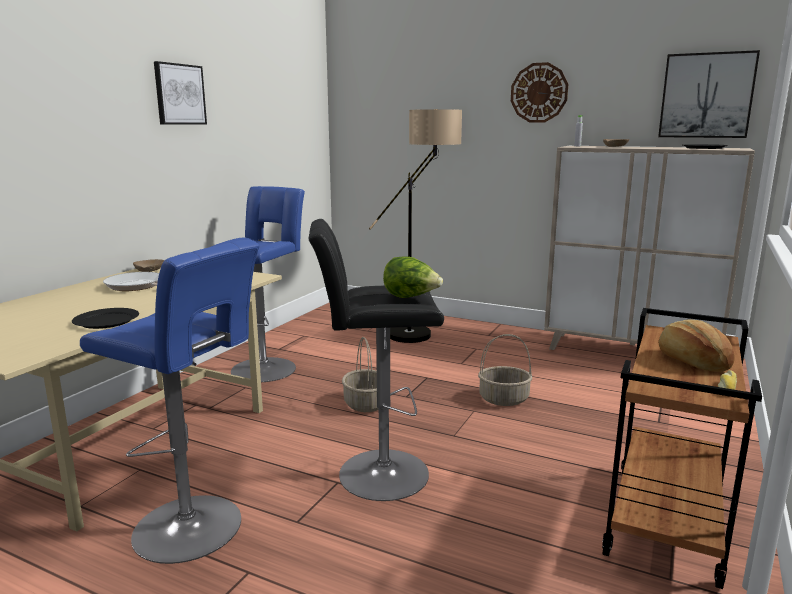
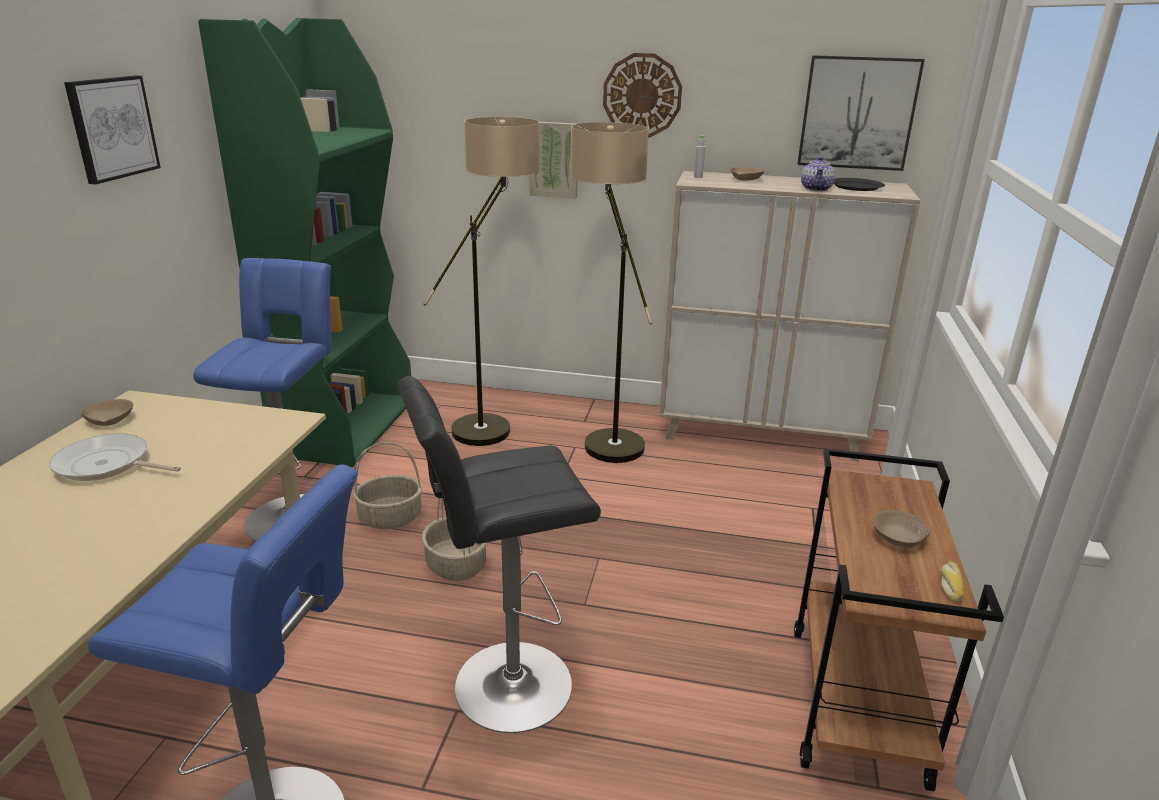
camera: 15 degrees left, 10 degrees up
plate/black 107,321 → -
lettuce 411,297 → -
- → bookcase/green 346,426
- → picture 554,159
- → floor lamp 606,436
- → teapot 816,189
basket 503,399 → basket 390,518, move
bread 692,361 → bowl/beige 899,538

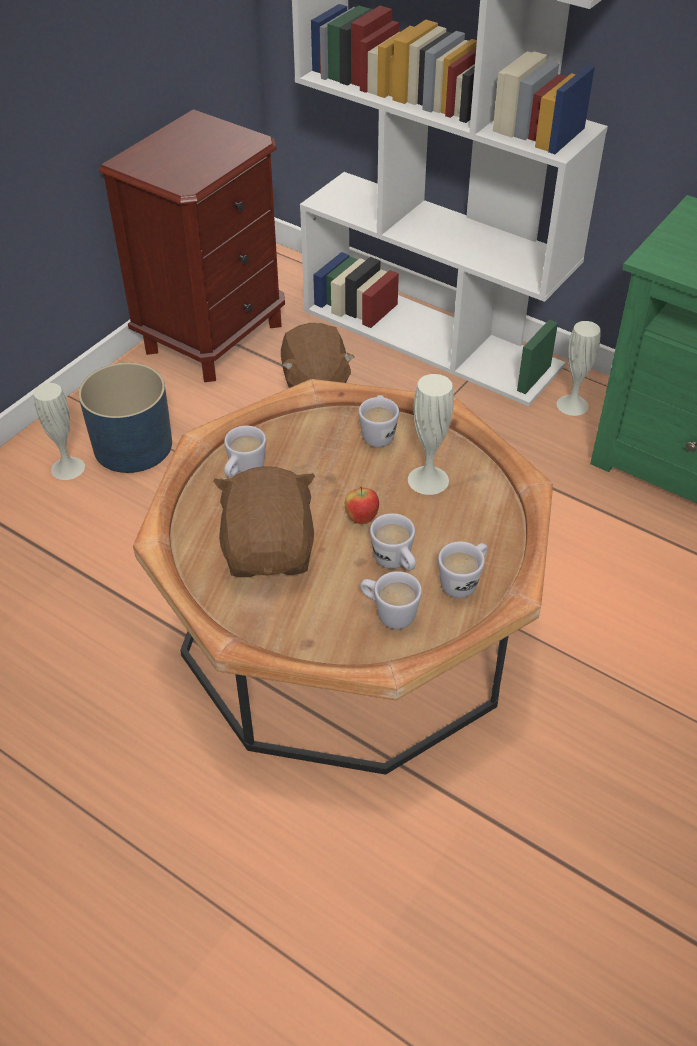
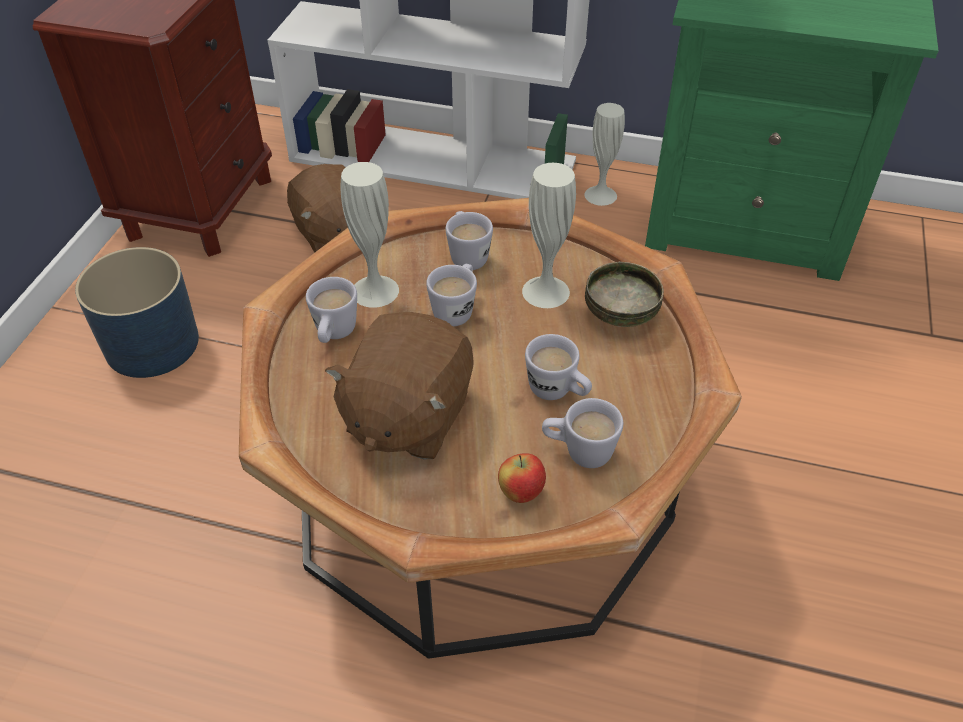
camera: 20 degrees left, 0 degrees up
- → bowl 619,314
vase/white 68,468 → vase/white 375,291, move
apple 361,518 → apple 521,493, move
mug/white 463,581 → mug/white 456,309, move
plush toy/brown 270,550 → plush toy/brown 407,416, 135 degrees counterclockwise

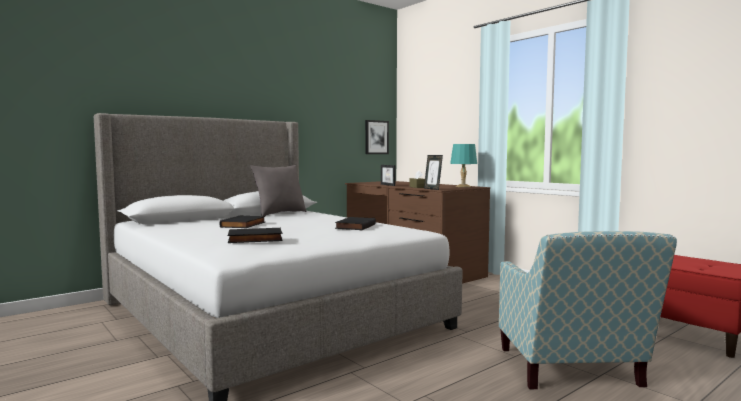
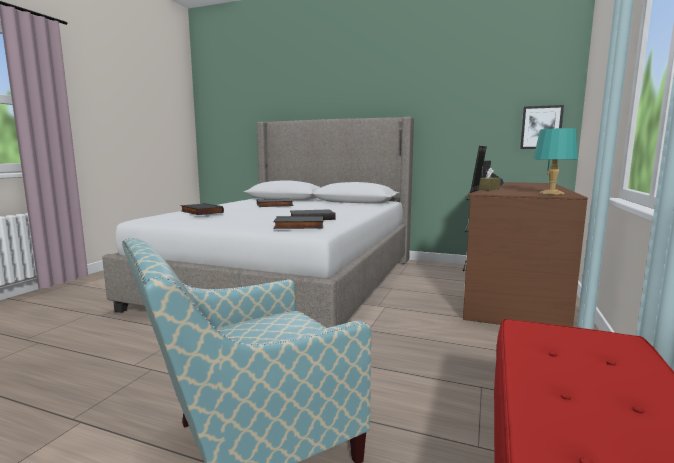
camera: 60 degrees right, 5 degrees up
pillow/grey 279,214 → -
- → book/black 298,226

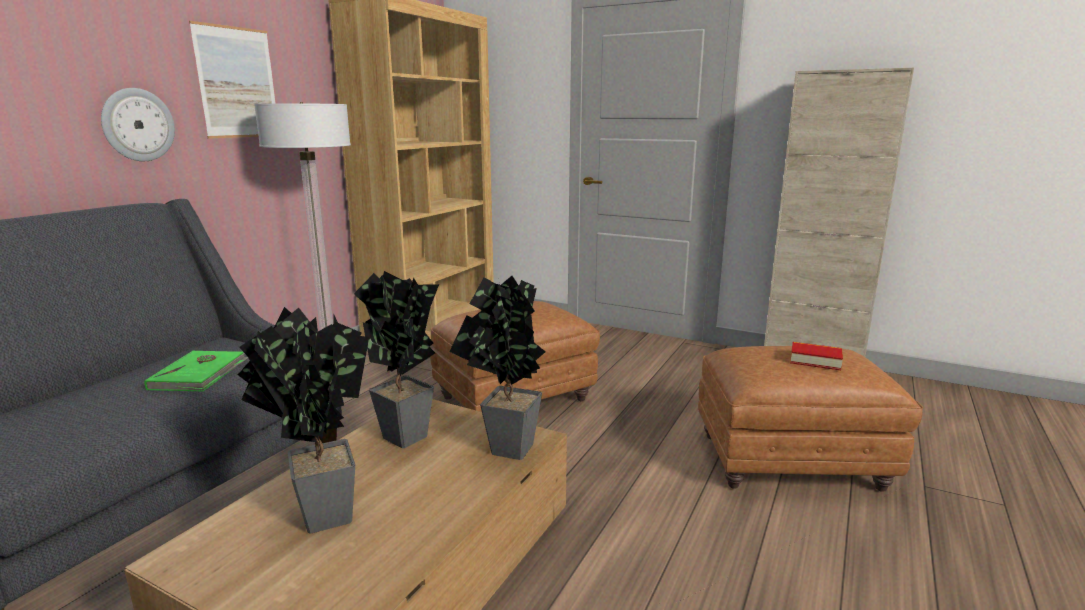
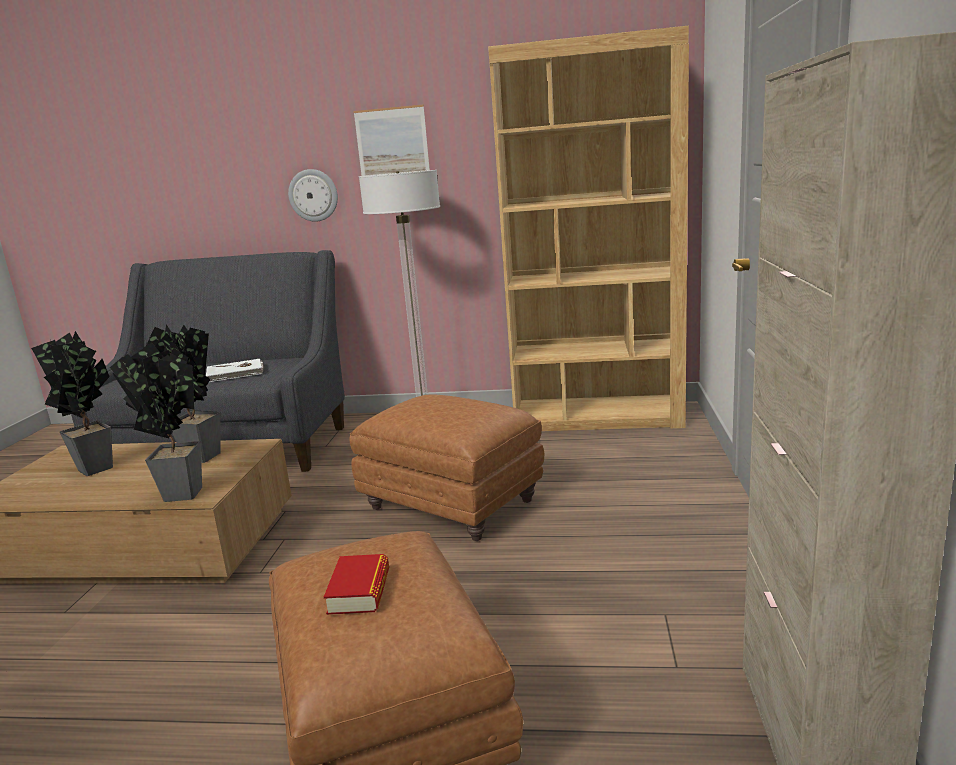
camera: 70 degrees right, 0 degrees up
book/green 200,374 → book/white 235,373

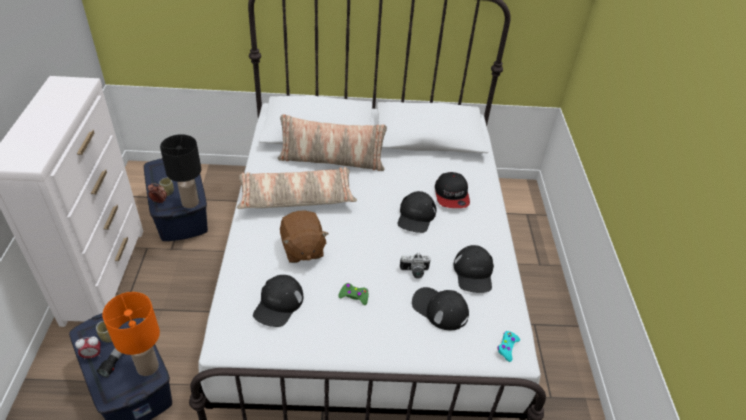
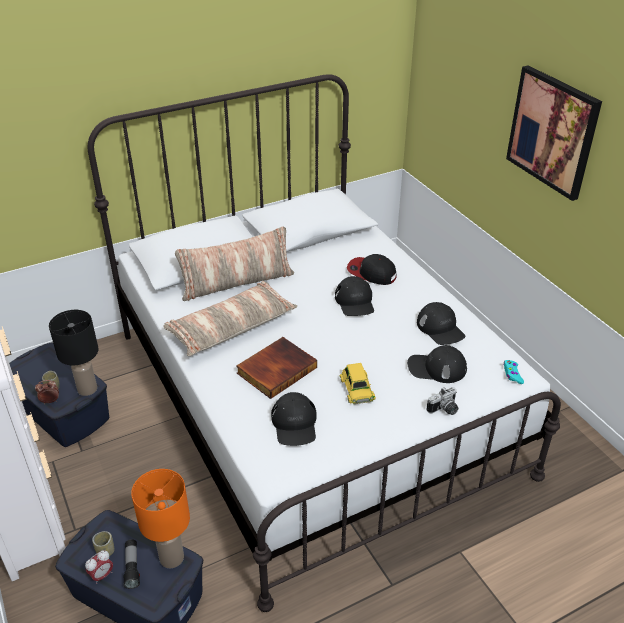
camera: 25 degrees left, 5 degrees down
- → picture 552,131
photo camera 414,272 → photo camera 444,410, move
plush toy/brown 302,249 → book 276,369
game controller/green 354,296 → toy car/yellow 356,388
cap 452,195 → cap 371,273, 150 degrees clockwise

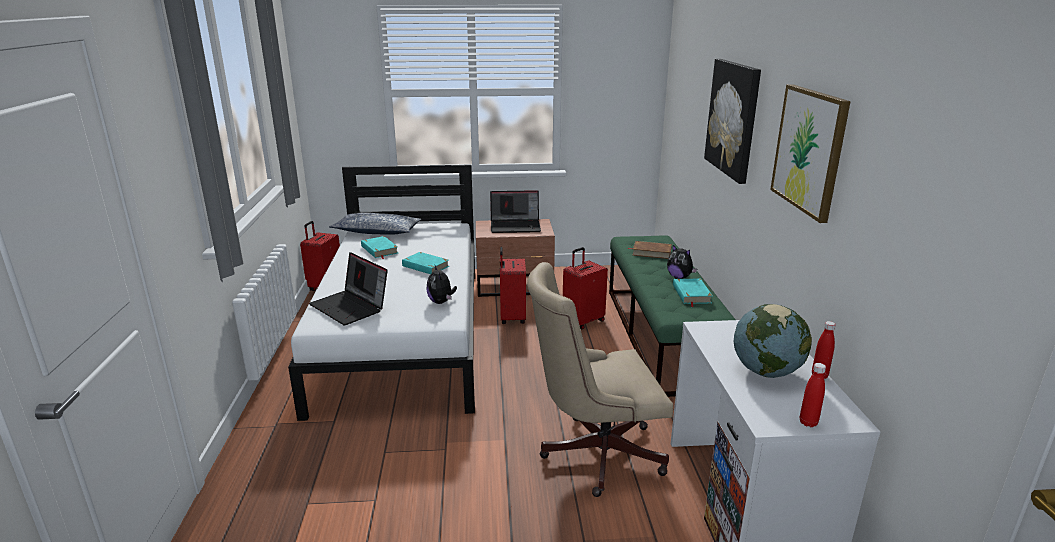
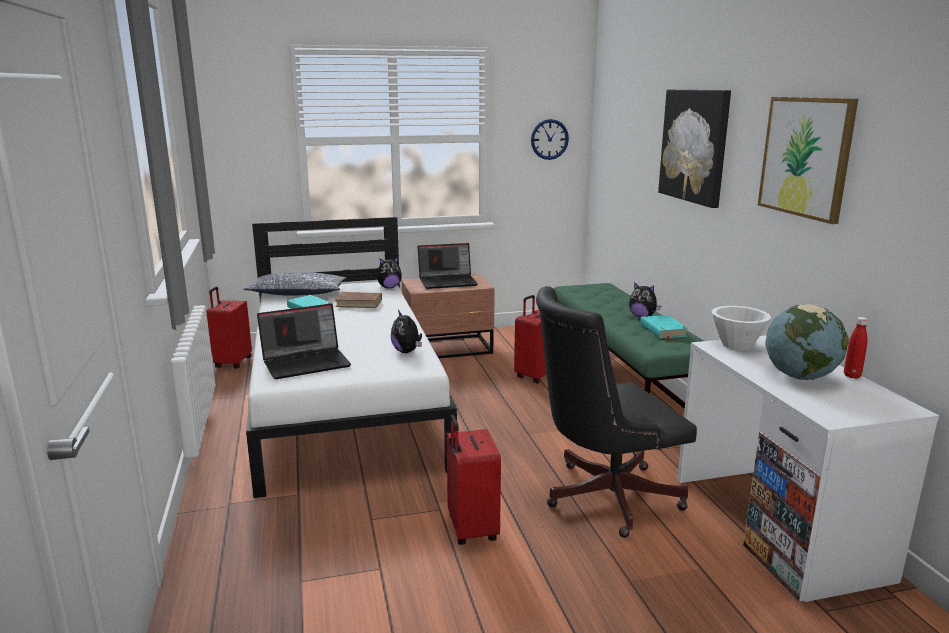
camera: 10 degrees left, 5 degrees down
book/turquoise 425,266 → -
bottle/red 808,423 → -
- → plush toy 389,287
- → wall clock 549,139
- → bowl/white 737,345
suitcase/red 511,318 → suitcase/red 470,529, move
book/brown 651,252 → book/brown 359,303, move
office chair/beige 594,453 → office chair/black 603,497
laptop 351,307 → laptop 307,362, 60 degrees counterclockwise

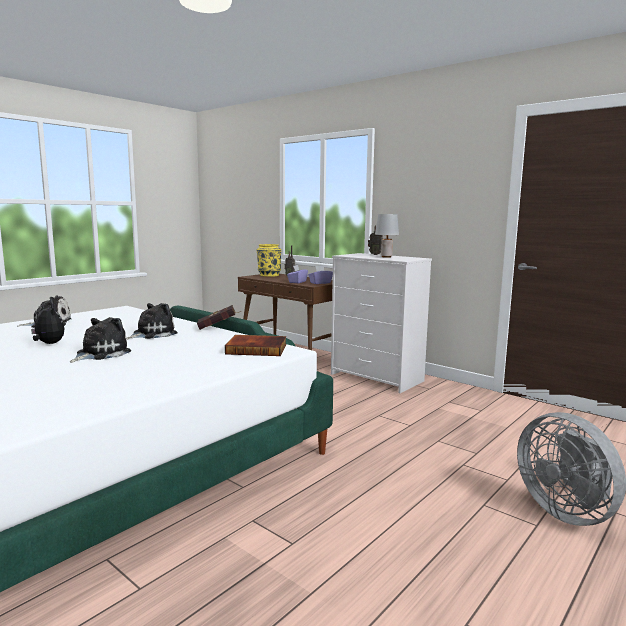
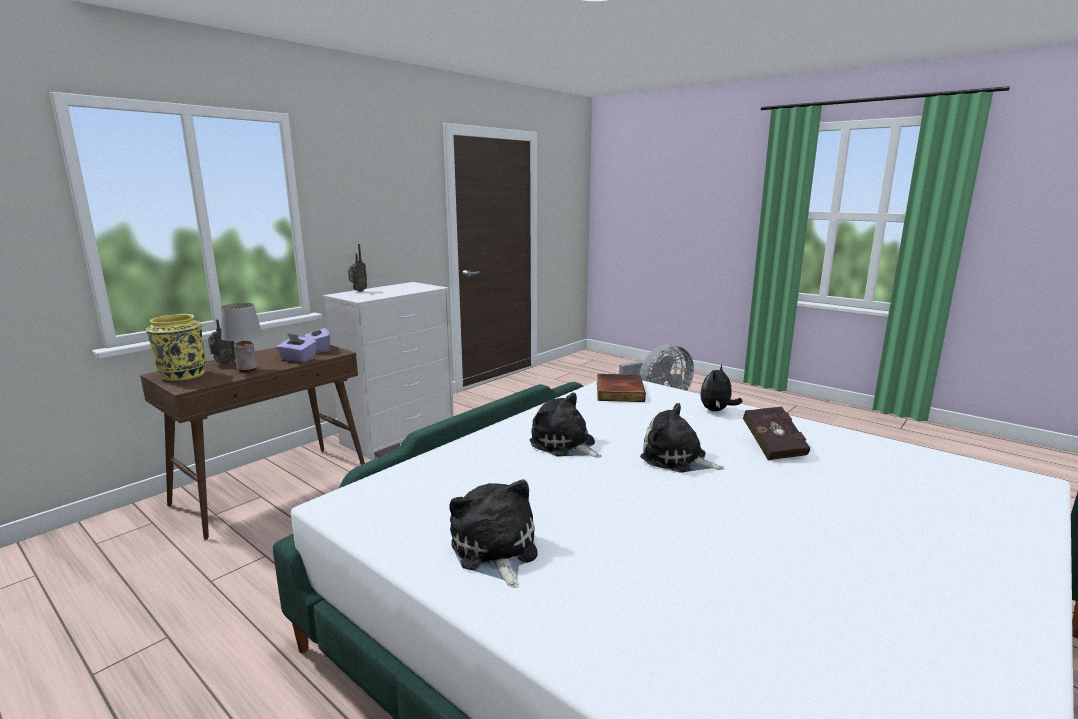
camera: 90 degrees left, 5 degrees up
plush toy 48,344 → plush toy 716,410, move
book/red 218,328 → book/red 772,446, move
table lamp/grey 386,257 → table lamp/grey 247,369, move

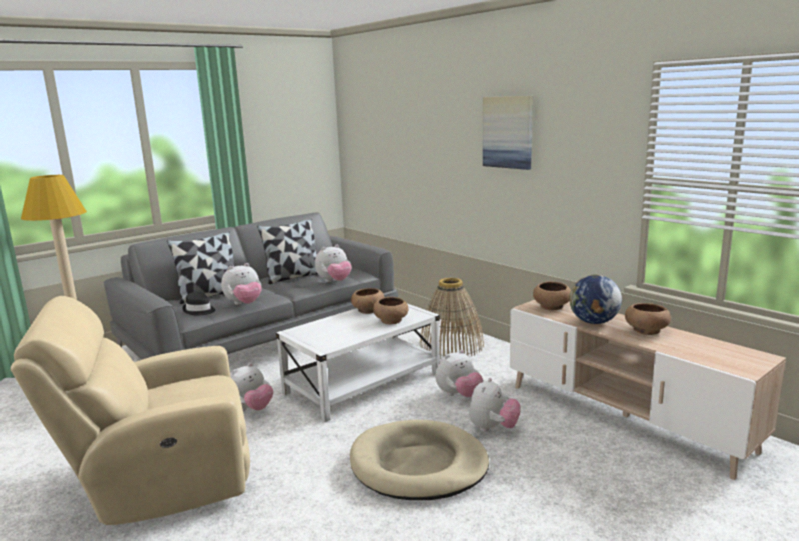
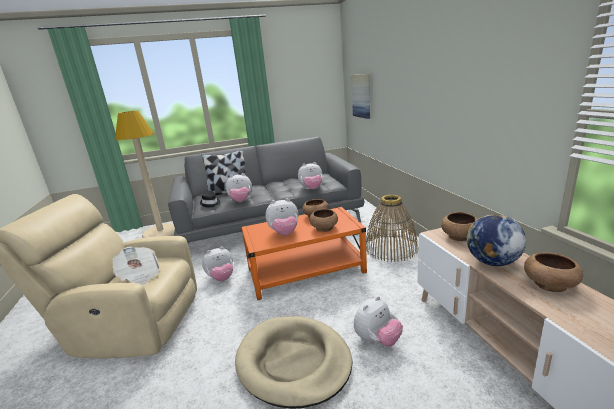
camera: 25 degrees right, 5 degrees up
pillow 293,277 → -
- → newspaper 139,276
plush toy 458,395 → plush toy 284,233, move
picture 508,132 → picture 361,95, move
coffee table/white 363,383 → coffee table/orange 305,271

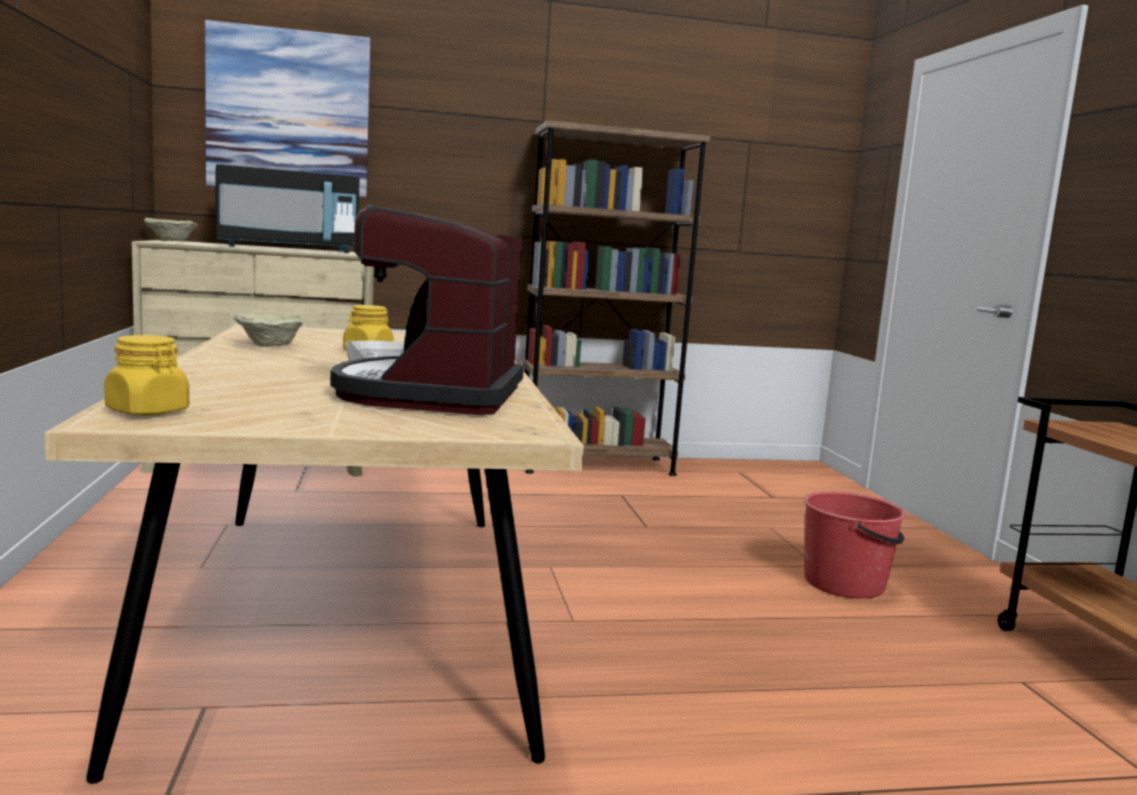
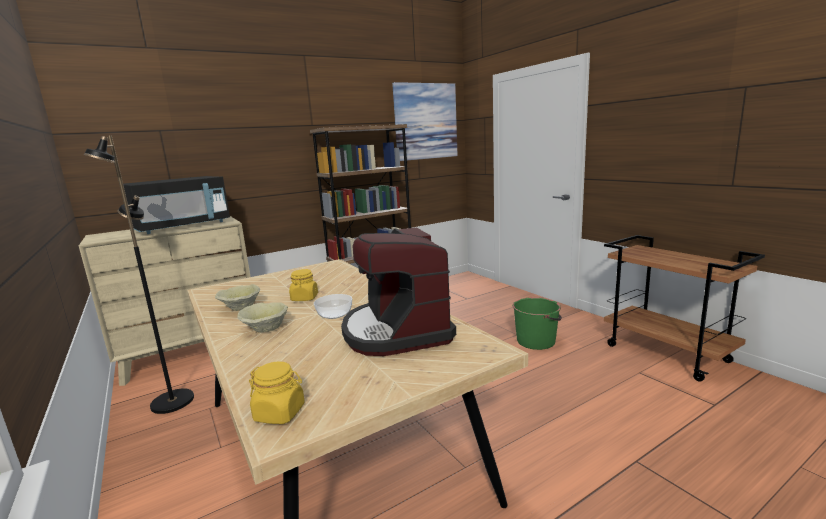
camera: 20 degrees left, 5 degrees up
- → floor lamp/black 171,402
bowl/beige 171,241 → bowl/beige 266,328, move
picture 289,112 → picture 425,121, move
bucket/red 845,583 → bucket/green 536,341

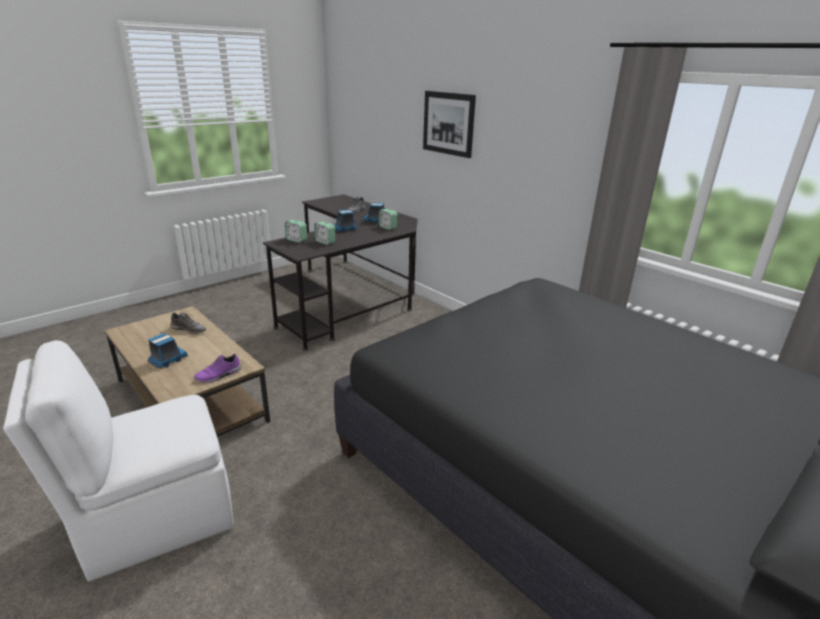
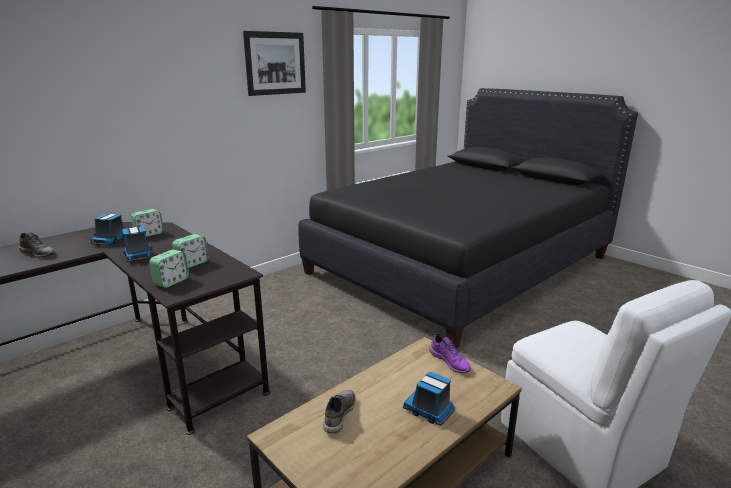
camera: 90 degrees left, 5 degrees down
picture 448,123 → picture 275,63, move

